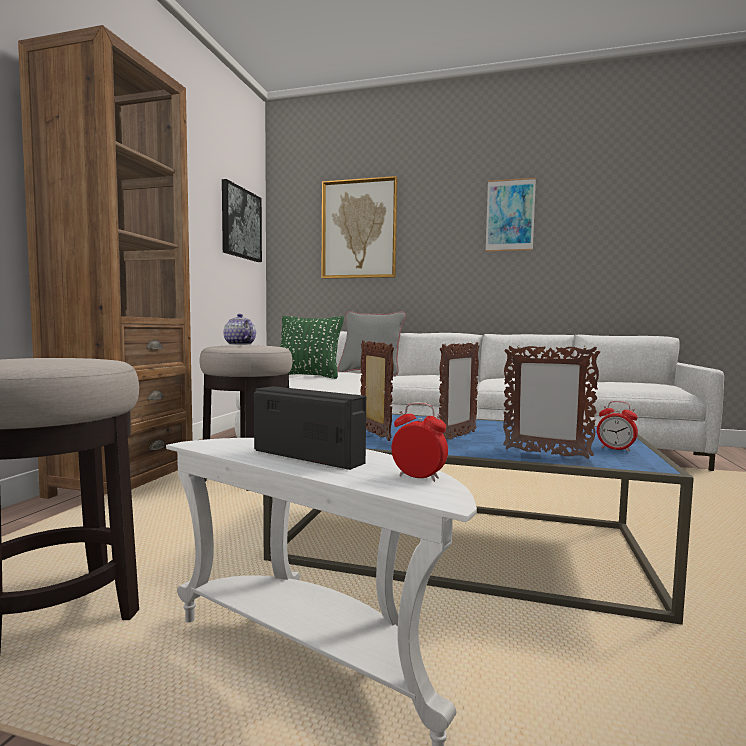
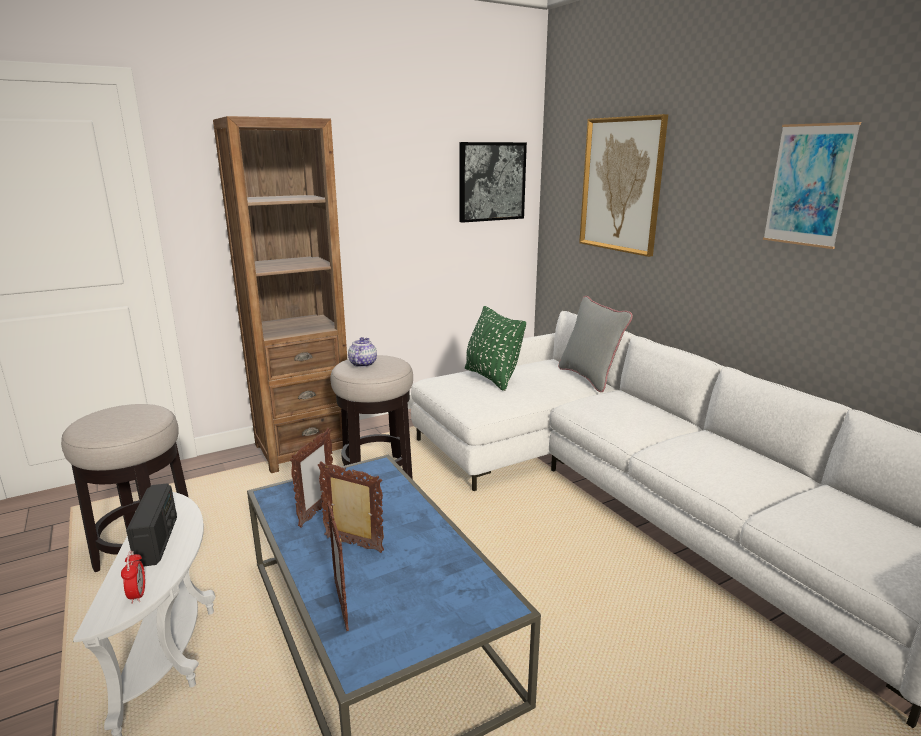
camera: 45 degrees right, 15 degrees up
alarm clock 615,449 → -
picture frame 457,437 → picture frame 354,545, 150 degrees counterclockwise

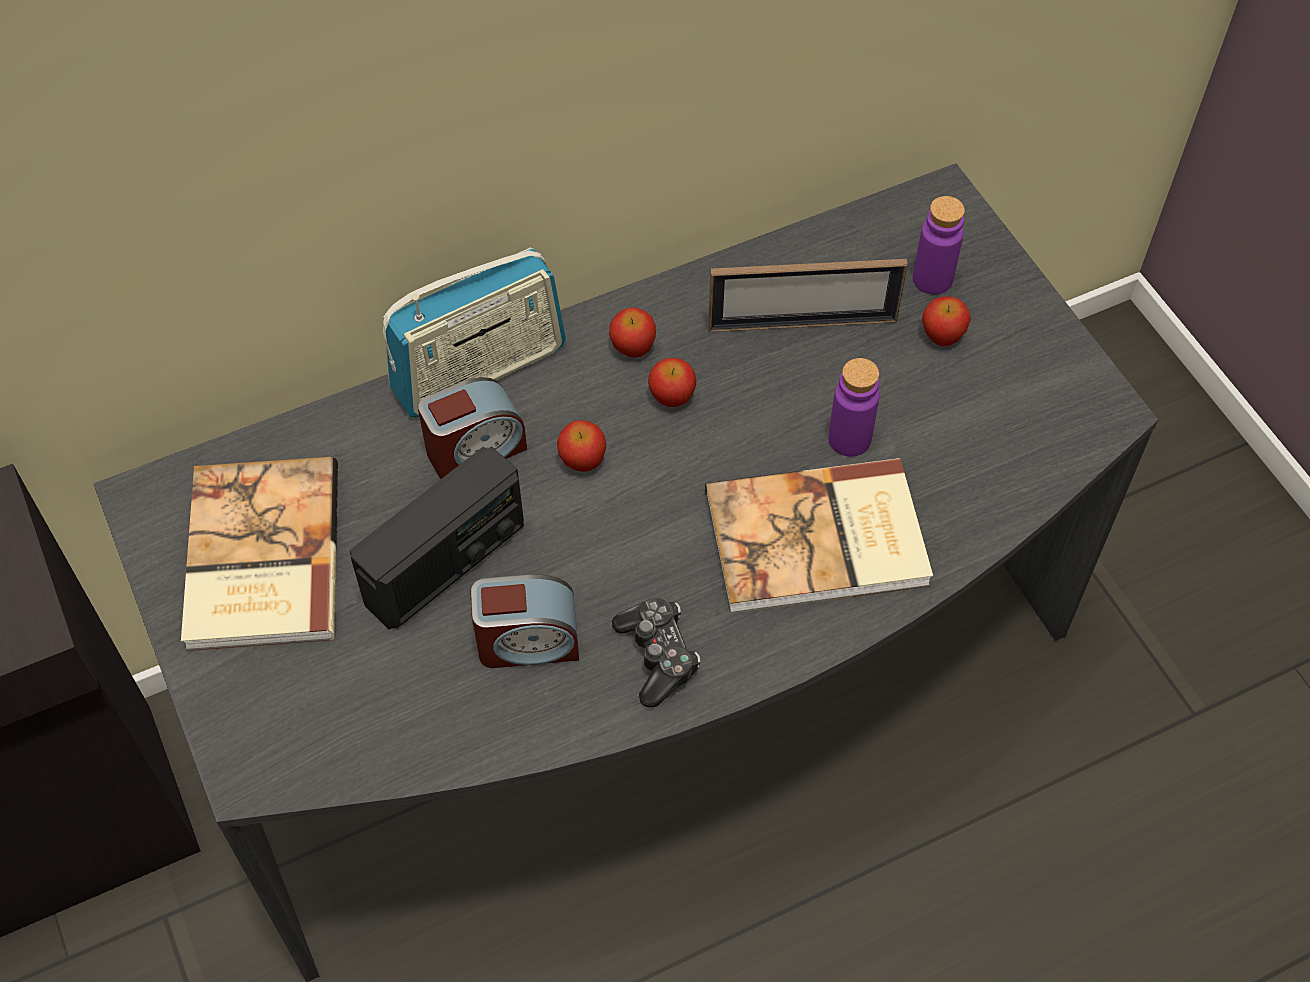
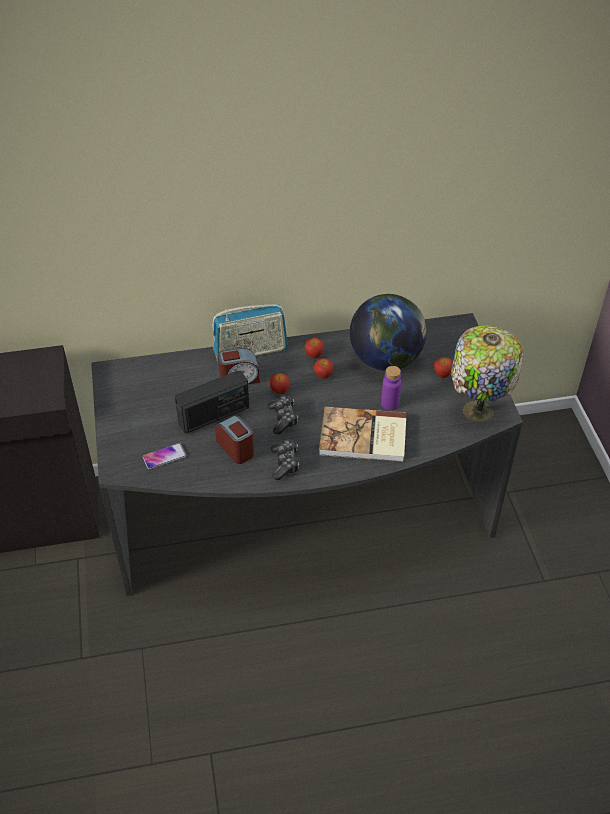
camera: 15 degrees right, 10 degrees down
book 259,559 → -
bottle/purple 932,279 → -
- → phone 164,456
- → game controller 283,418
- → table lamp 476,412
picture frame 802,324 → globe 386,359
alarm clock 528,641 → alarm clock 236,448, 135 degrees counterclockwise

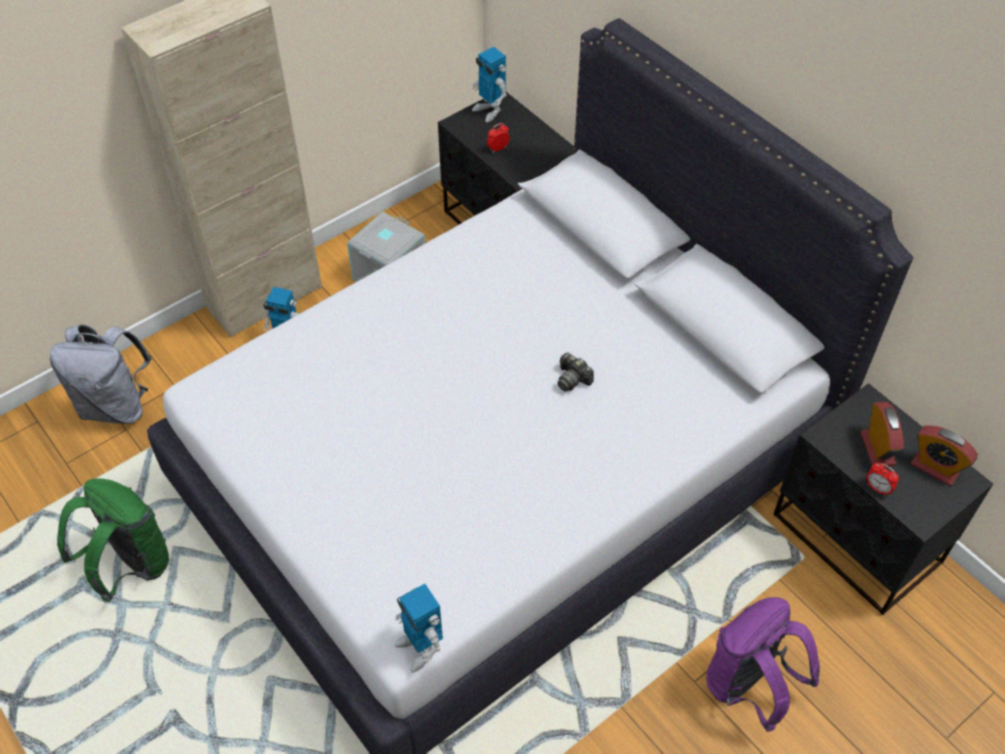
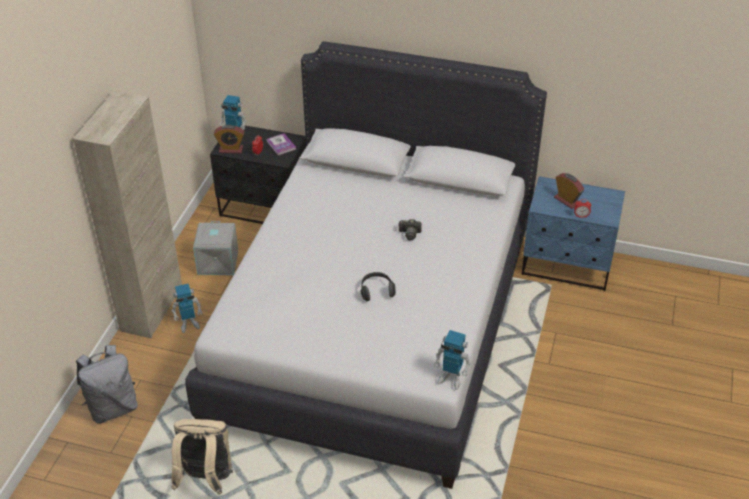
camera: 35 degrees left, 10 degrees down
backpack/purple 749,687 → -
- → book 281,145
- → headphones 376,291
alarm clock 935,467 → alarm clock 231,149, move
backpack/green 130,566 → backpack/beige 206,479
nightstand/black 856,540 → nightstand/blue 567,266

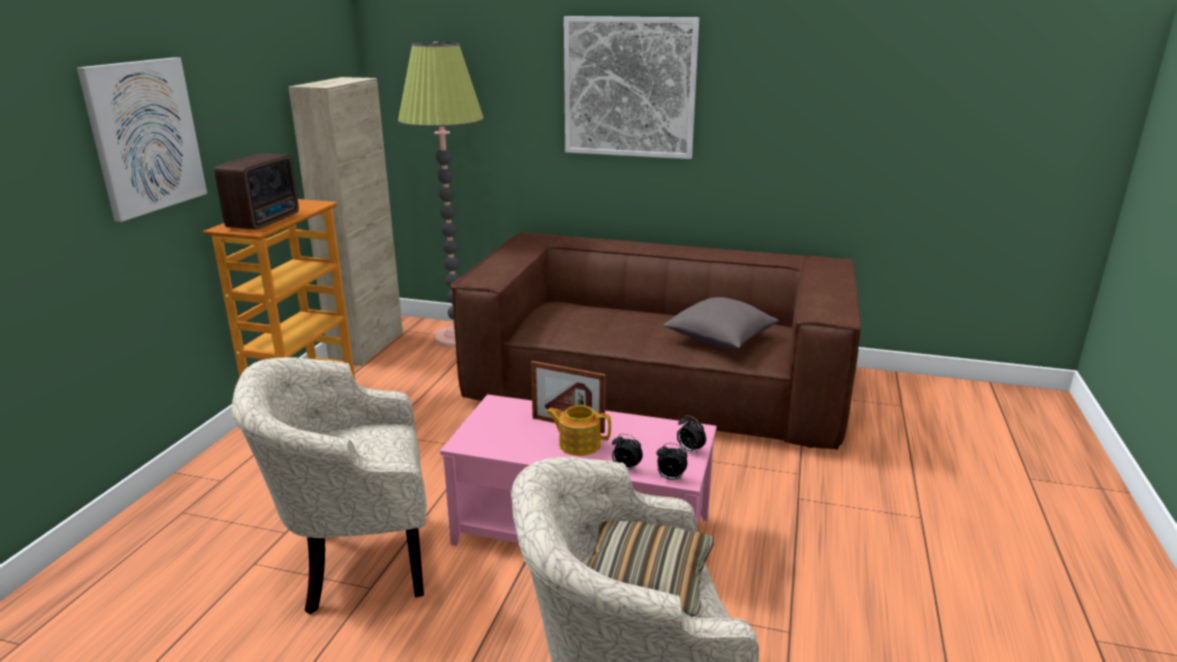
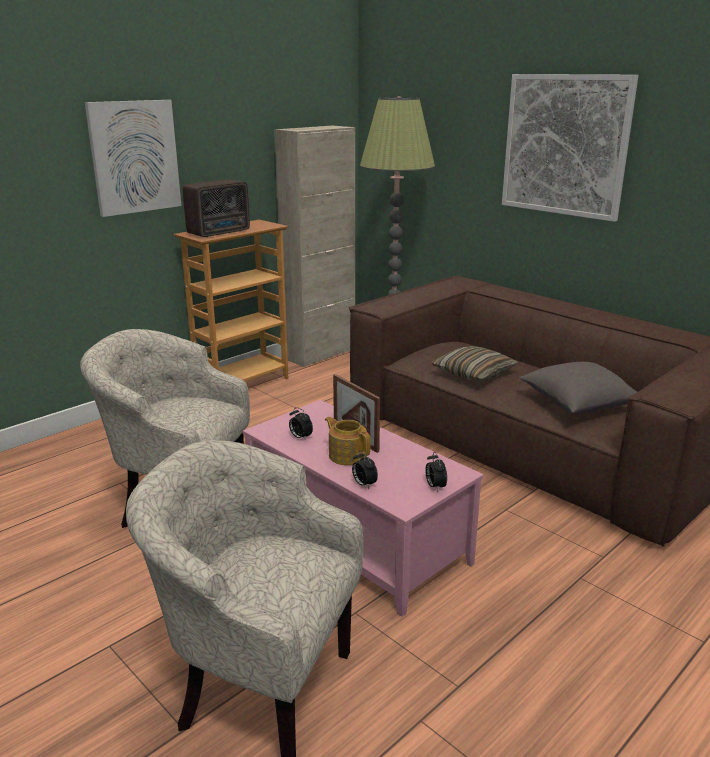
camera: 30 degrees right, 0 degrees up
pillow 645,581 → pillow 473,373, move
alarm clock 670,478 → alarm clock 300,437, move

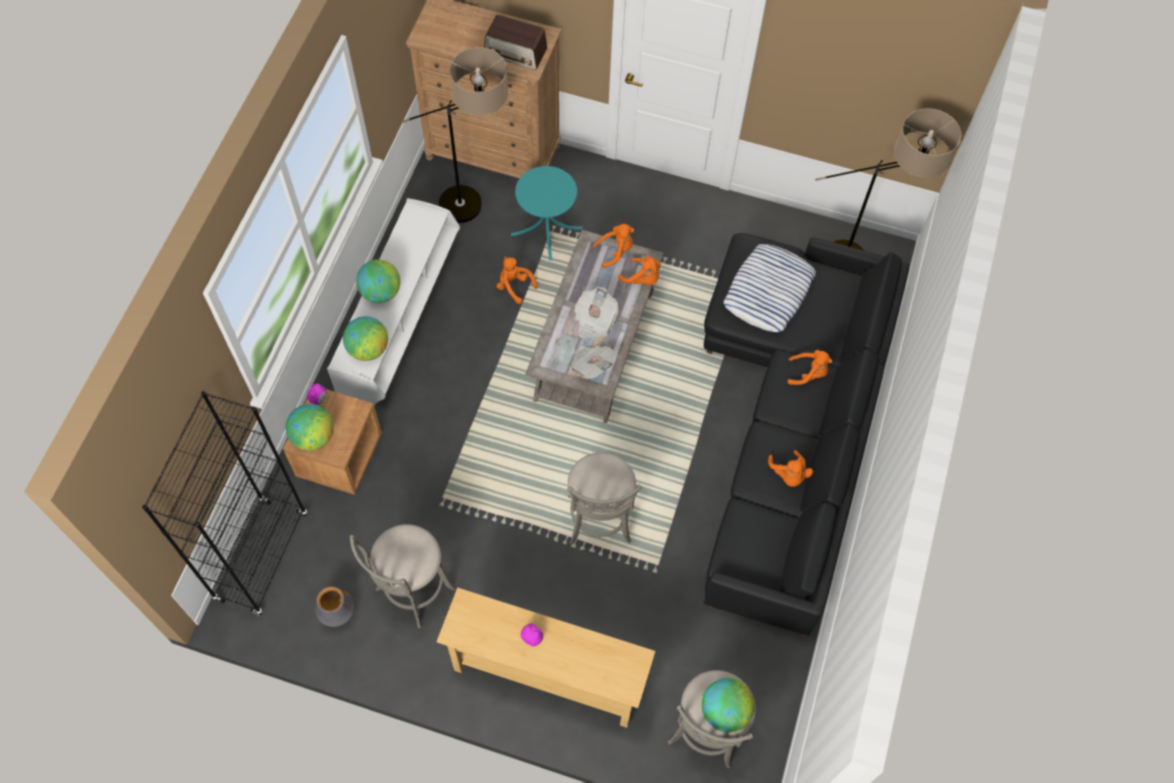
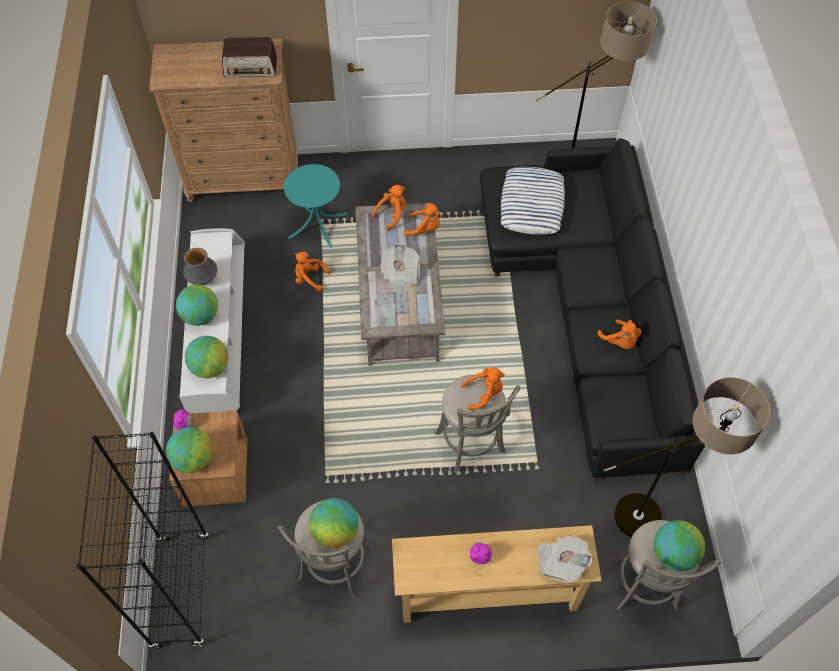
camera: 20 degrees left, 5 degrees down
- → globe 335,531
vase 337,613 → vase 203,280, move
floor lamp 476,210 → floor lamp 656,515, move
newspaper 592,366 → newspaper 560,562, move
plush toy/orange 808,373 → plush toy/orange 484,393, move

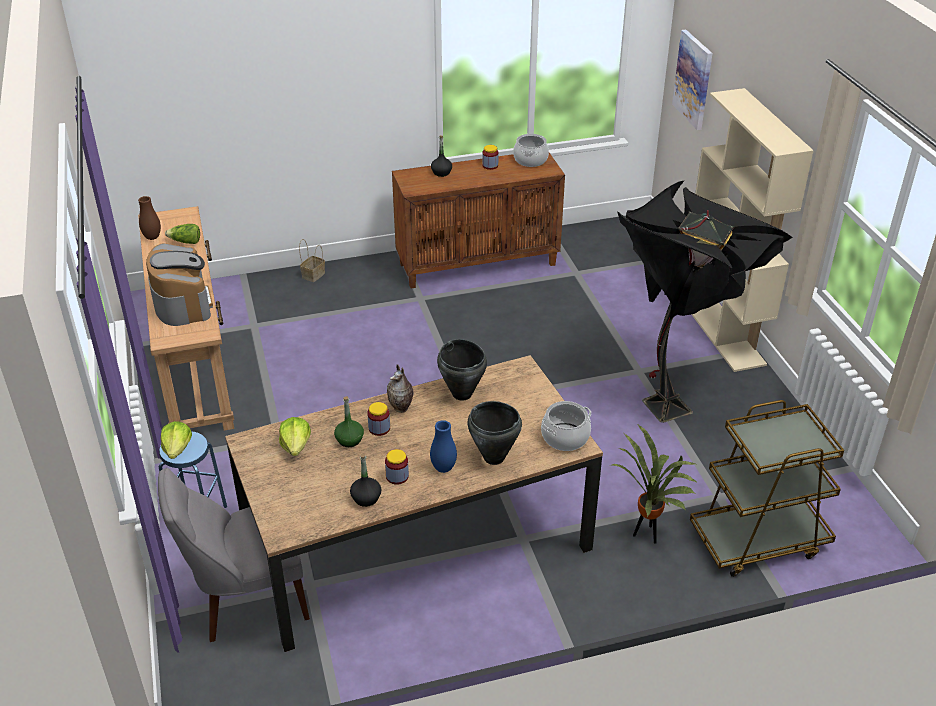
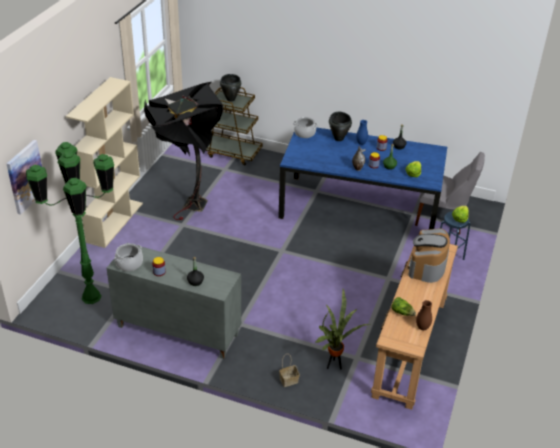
camera: 145 degrees left, 0 degrees up
- → floor lamp/green 91,297
cooking pot/black 462,394 → cooking pot/black 230,99, move
potted plant 646,536 → potted plant 334,365, move
dining table/brown 417,541 → dining table/blue 358,208
cabinet/brown 478,263 → cabinet/grey 177,331

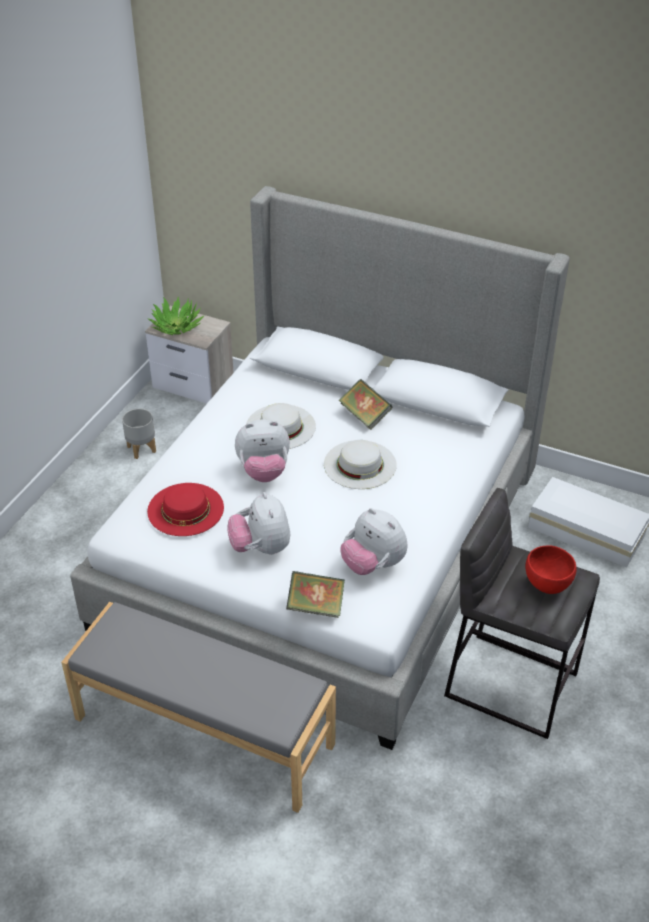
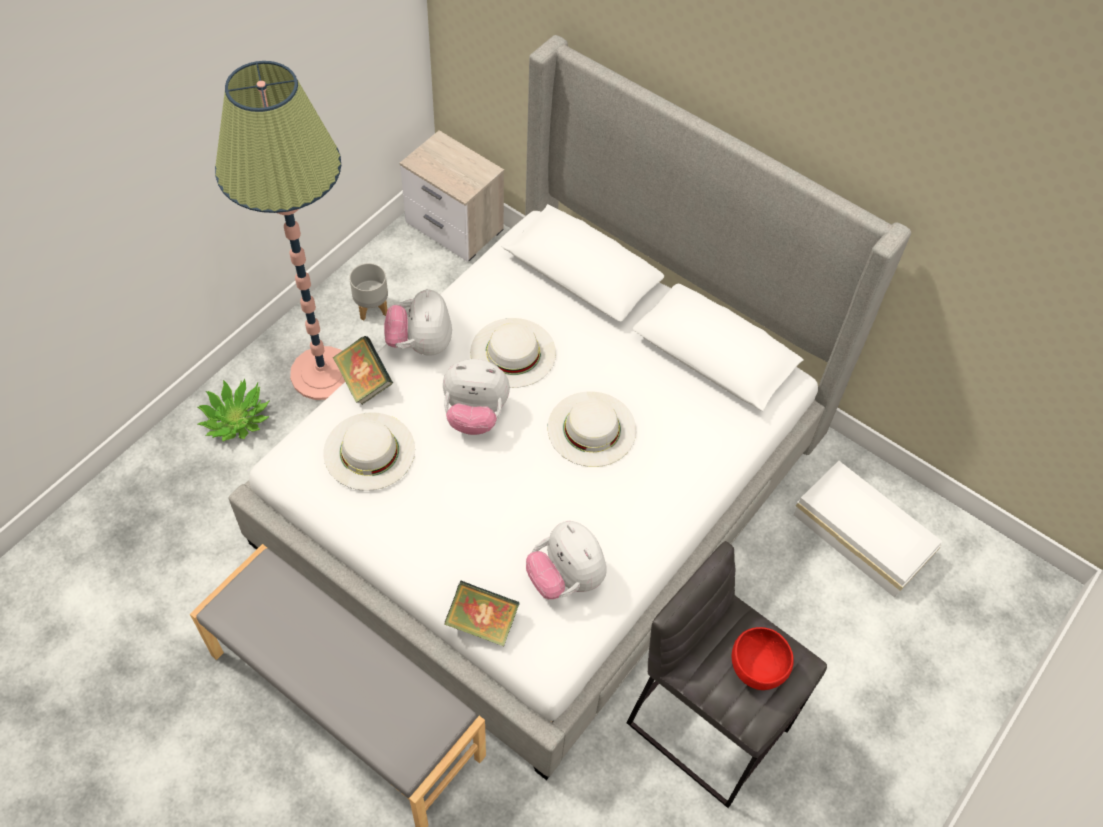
camera: 10 degrees right, 15 degrees up
- → floor lamp 322,373
potted plant 176,326 → potted plant 236,419, move
plush toy 261,548 → plush toy 420,343, move
book 365,416 → book 364,381, move
hat/red 185,509 → hat/white 369,451

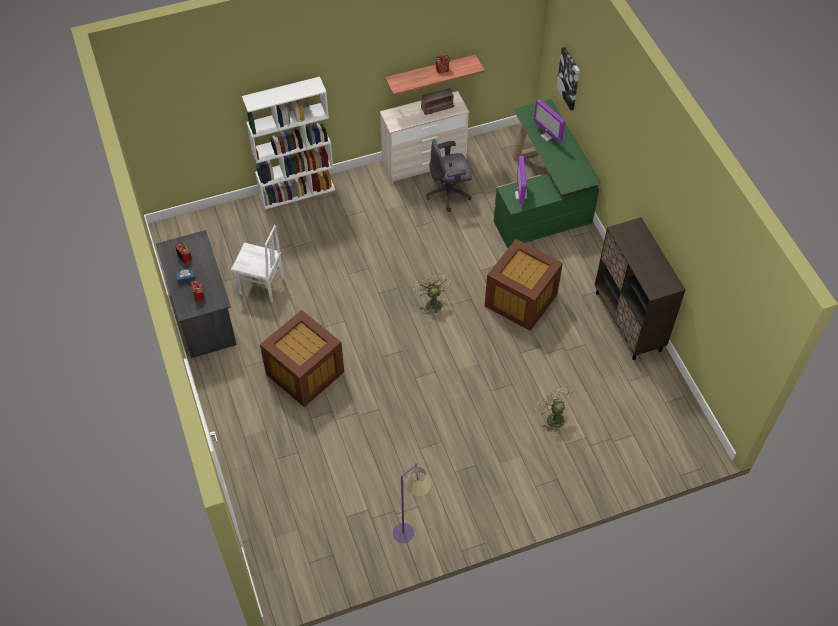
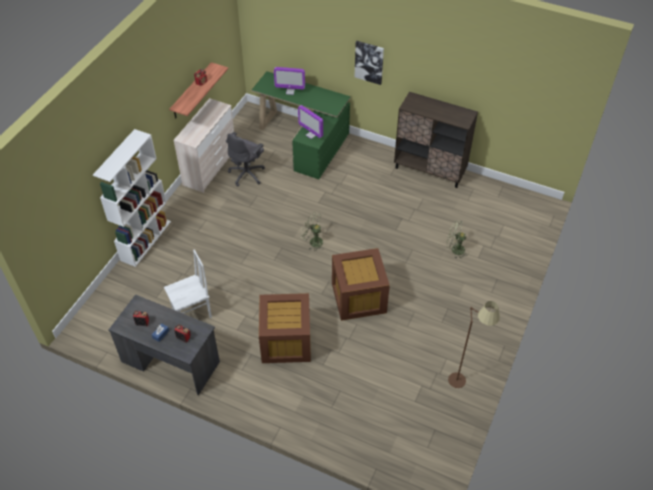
camera: 45 degrees left, 5 degrees down
radio 437,107 → -
storage box/brown 519,300 → storage box/brown 358,298, move
picture 569,78 → picture 369,62, move
floor lamp/purple 411,537 → floor lamp/brown 464,378

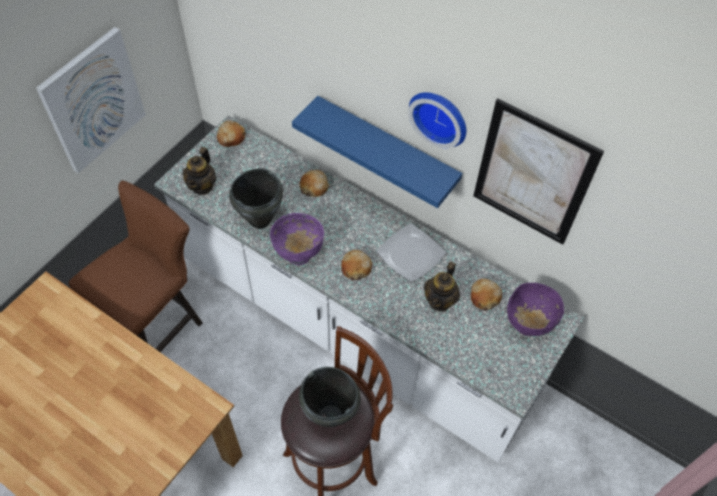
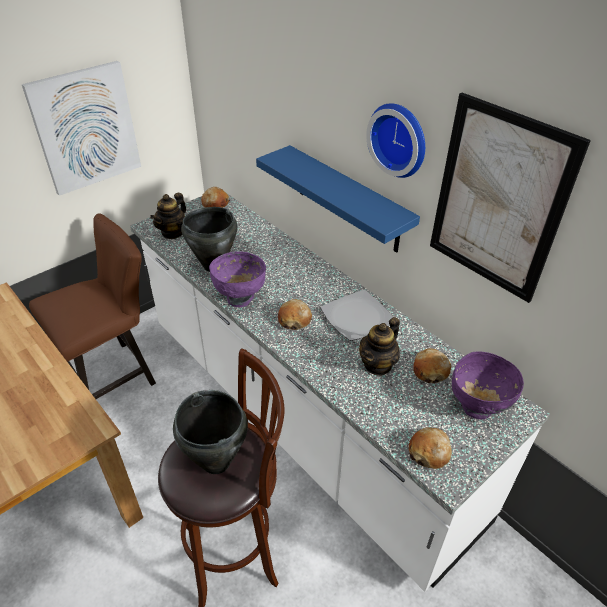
camera: 15 degrees right, 15 degrees down
bread 314,187 → bread 429,452, move

